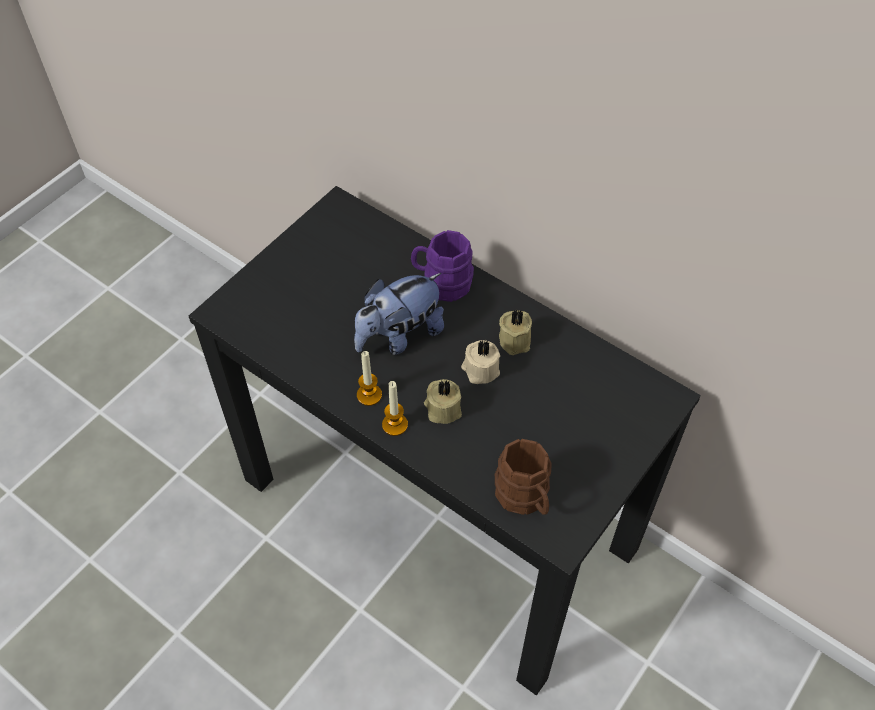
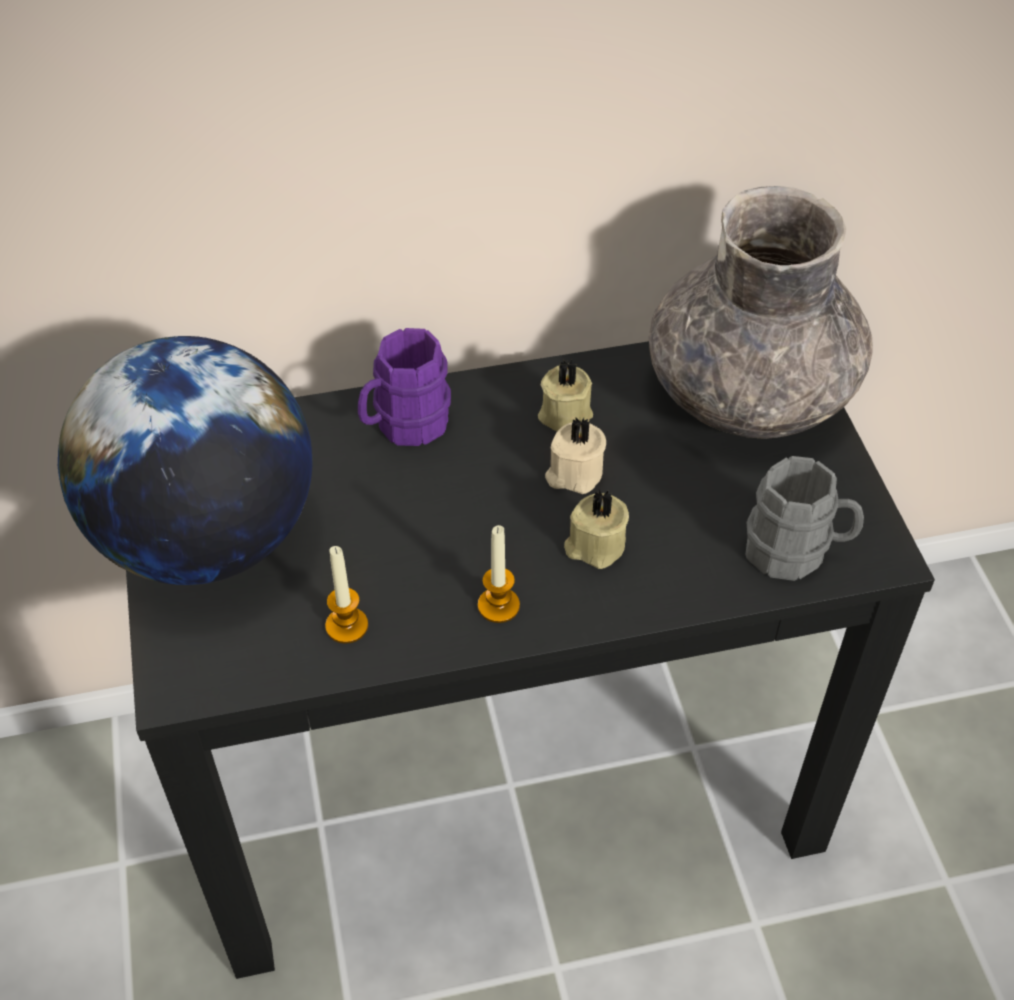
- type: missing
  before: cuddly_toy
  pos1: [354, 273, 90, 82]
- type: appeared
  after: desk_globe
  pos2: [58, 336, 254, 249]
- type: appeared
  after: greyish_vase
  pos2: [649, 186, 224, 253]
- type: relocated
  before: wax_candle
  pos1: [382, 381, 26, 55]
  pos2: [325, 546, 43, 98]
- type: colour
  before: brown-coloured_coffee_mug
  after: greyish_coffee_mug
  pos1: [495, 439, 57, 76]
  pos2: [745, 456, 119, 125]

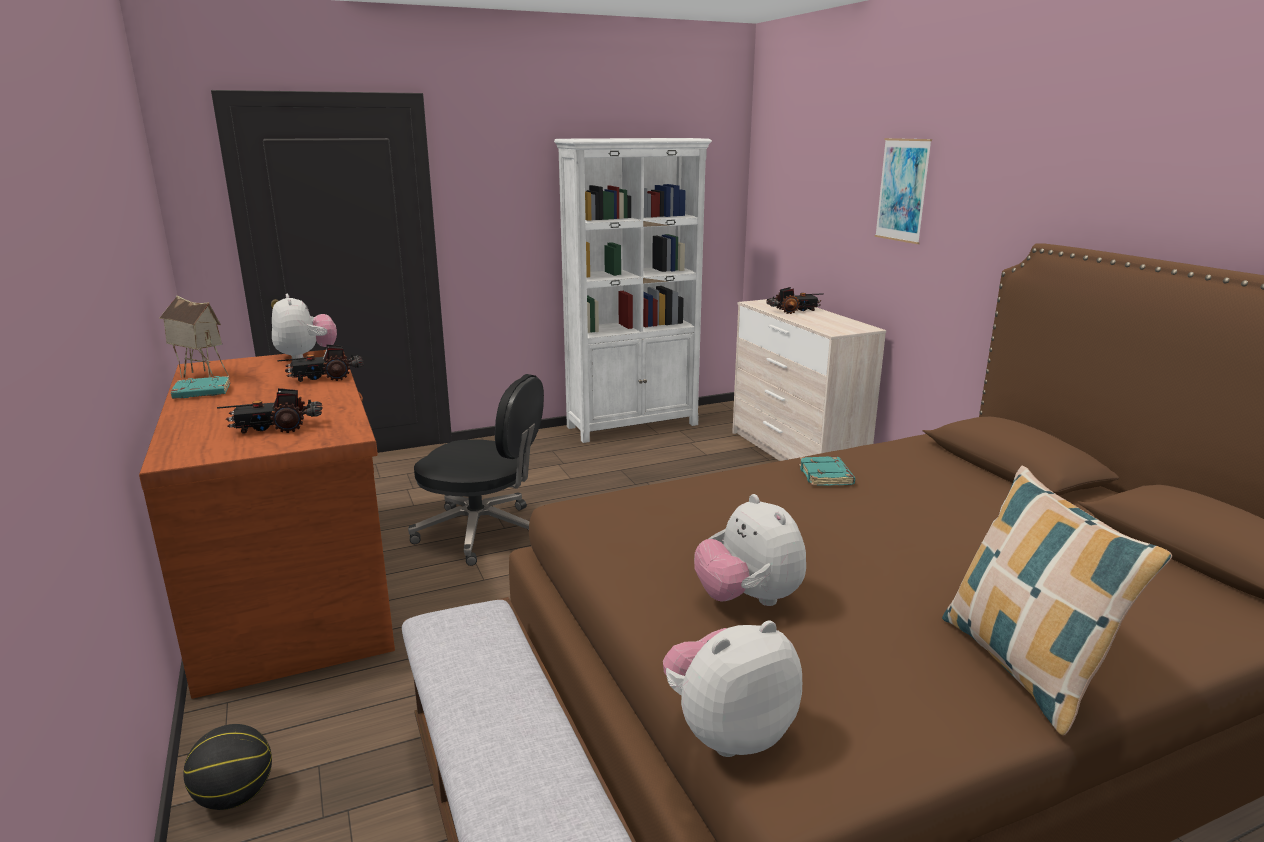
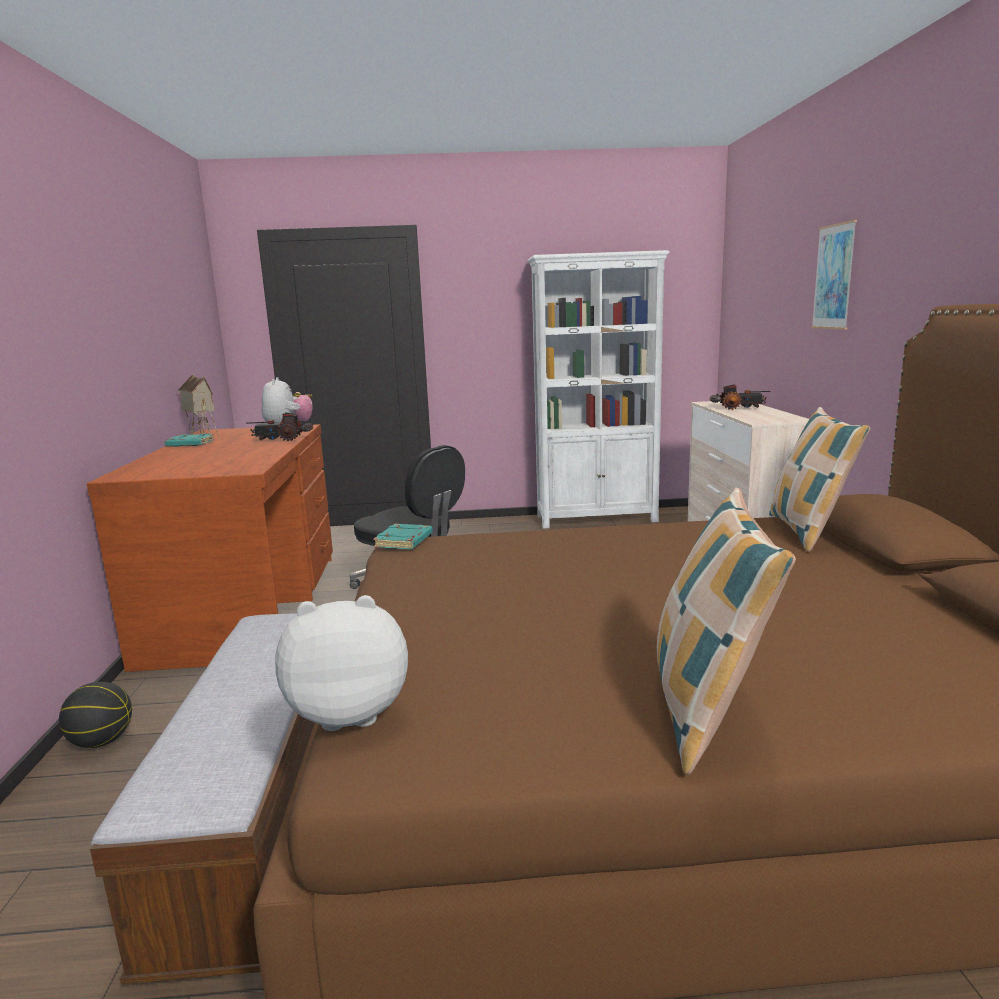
- type: missing
  before: model_truck
  pos1: [217, 388, 105, 46]
- type: missing
  before: cuddly_toy
  pos1: [694, 494, 112, 112]
- type: appeared
  after: pillow
  pos2: [769, 407, 102, 145]
- type: relocated
  before: turquoise-coloured_book
  pos1: [799, 457, 56, 29]
  pos2: [373, 524, 60, 25]

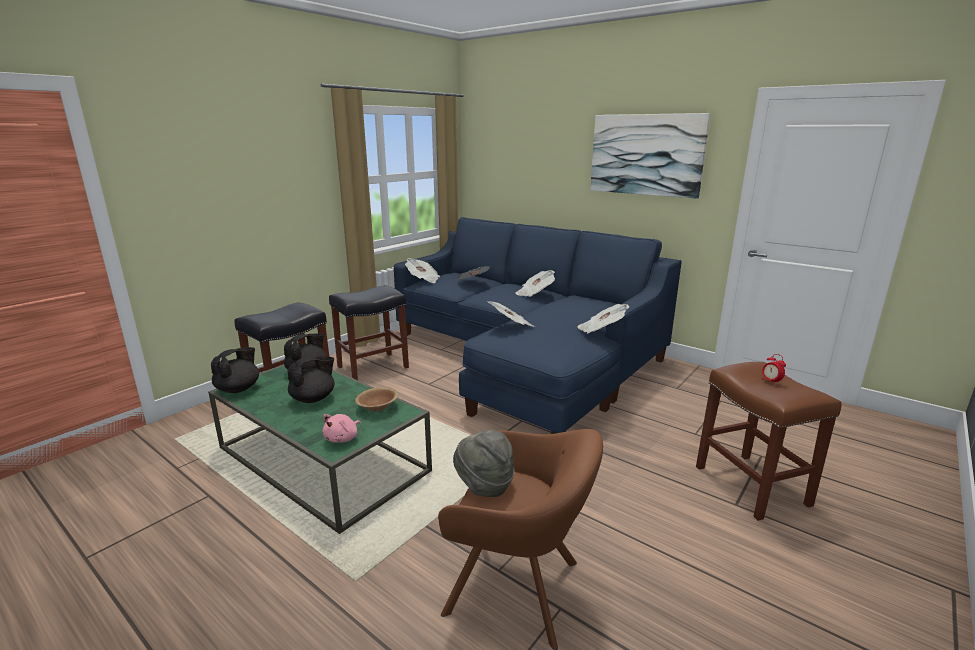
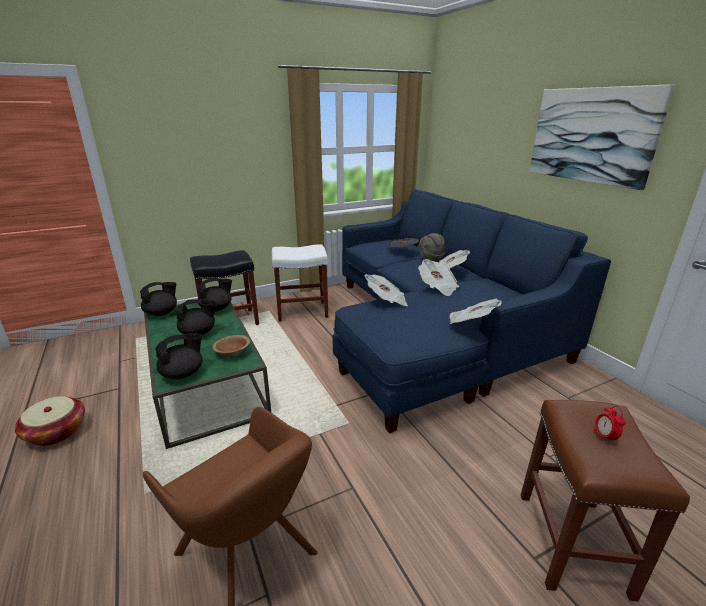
- type: appeared
  after: basket
  pos2: [15, 396, 70, 50]
- type: relocated
  before: daily_paper
  pos1: [405, 258, 35, 25]
  pos2: [418, 259, 41, 37]
- type: relocated
  before: greyish_wearable_hat
  pos1: [453, 430, 62, 67]
  pos2: [418, 233, 27, 29]
- type: exchanged
  before: pink-coloured_cuddly_toy
  after: black-coloured_teapot
  pos1: [323, 414, 38, 29]
  pos2: [155, 333, 48, 46]
- type: colour
  before: black-coloured_stool_seat
  after: white_stool_seat
  pos1: [329, 285, 80, 95]
  pos2: [272, 244, 56, 78]

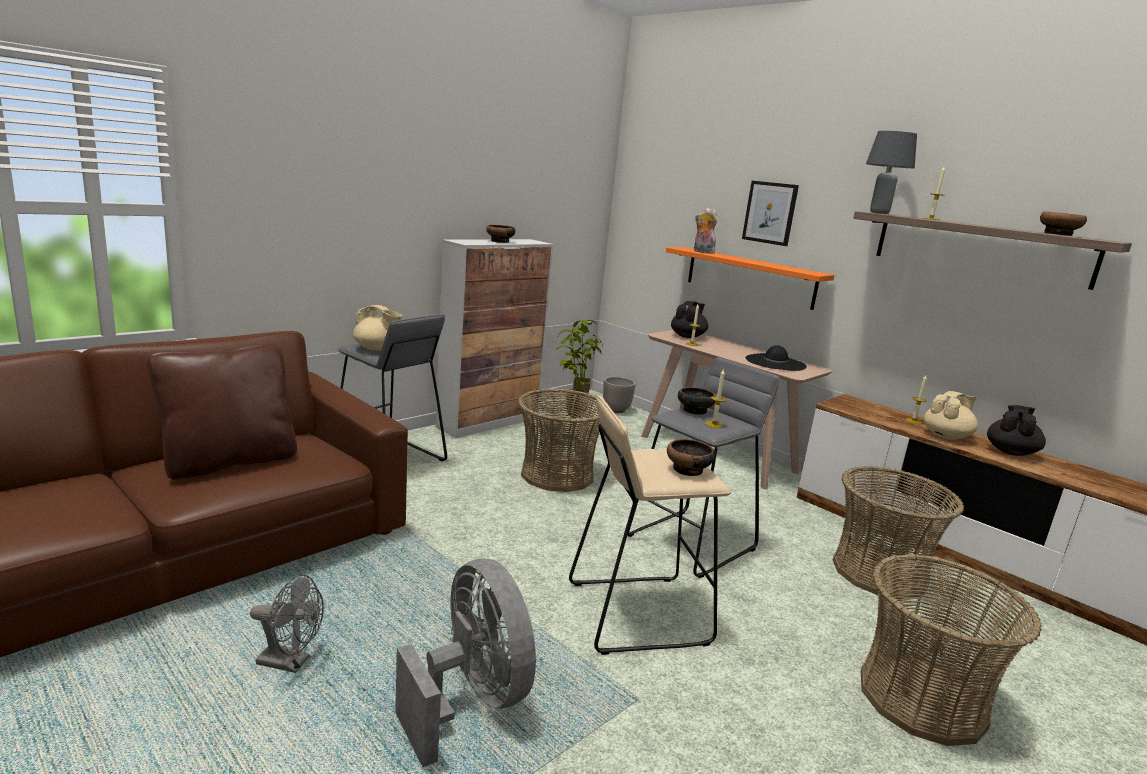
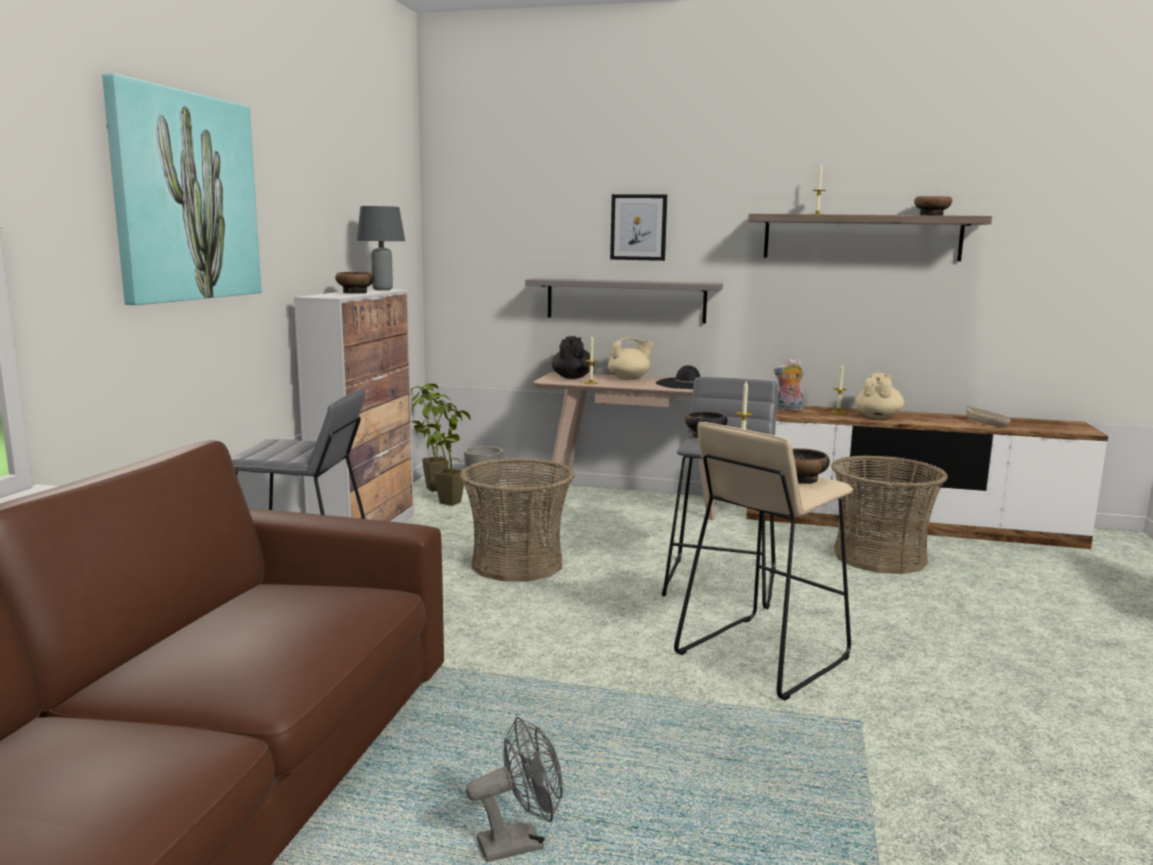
- type: missing
  before: brown-coloured_pillow
  pos1: [147, 344, 150, 136]
- type: missing
  before: greyish_cooling_fan
  pos1: [395, 559, 141, 208]
- type: missing
  before: basket
  pos1: [861, 554, 181, 192]
- type: missing
  before: black-coloured_teapot
  pos1: [987, 405, 59, 51]
- type: appeared
  after: picture
  pos2: [102, 74, 159, 231]
- type: appeared
  after: beige_serving_bowl
  pos2: [966, 406, 45, 21]
- type: relocated
  before: beige_teapot
  pos1: [353, 305, 49, 46]
  pos2: [608, 337, 47, 43]
- type: relocated
  before: cuddly_toy
  pos1: [694, 208, 23, 46]
  pos2: [774, 358, 30, 53]
- type: relocated
  before: greyish_tabletop_lamp
  pos1: [866, 131, 51, 83]
  pos2: [356, 206, 49, 84]
- type: colour
  before: orange_bracket_shelf
  after: greyish_bracket_shelf
  pos1: [666, 247, 169, 63]
  pos2: [525, 278, 198, 45]

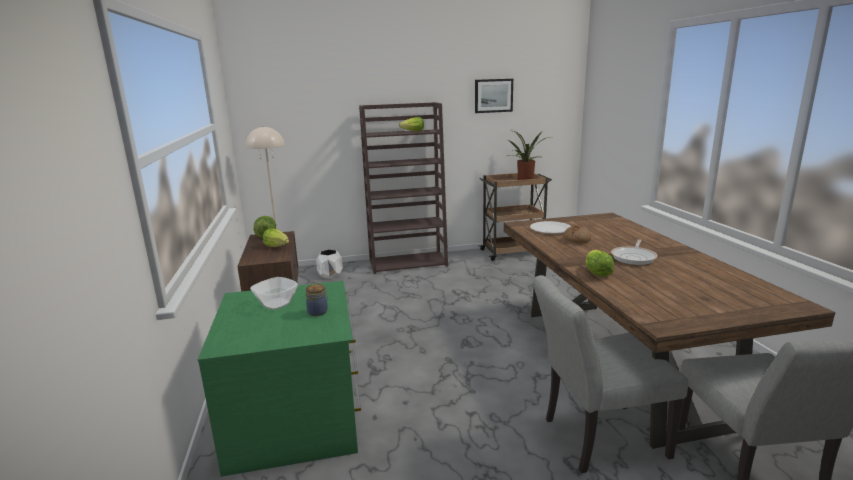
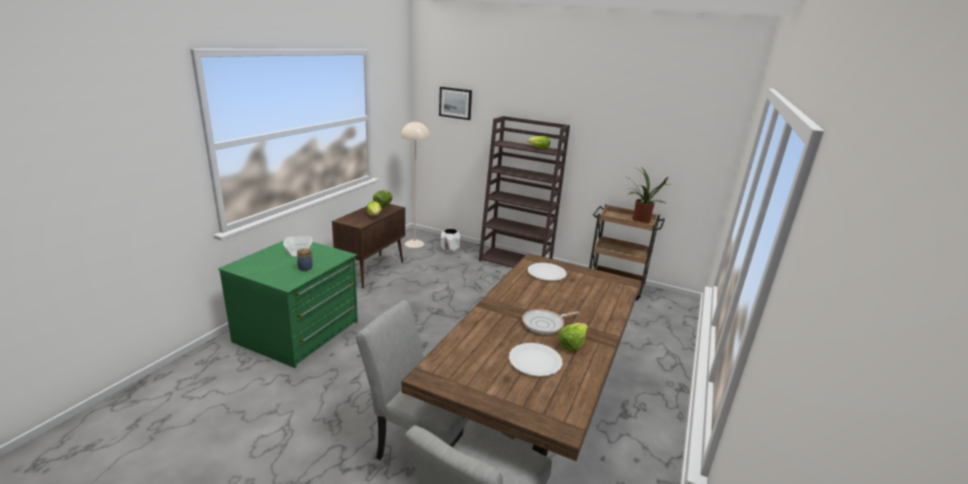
- type: missing
  before: baked_bread
  pos1: [563, 225, 28, 19]
- type: appeared
  after: white_dinner_plate
  pos2: [509, 343, 53, 34]
- type: relocated
  before: picture
  pos1: [475, 79, 38, 34]
  pos2: [439, 87, 33, 33]
- type: relocated
  before: lettuce_head
  pos1: [586, 250, 28, 27]
  pos2: [558, 323, 30, 28]

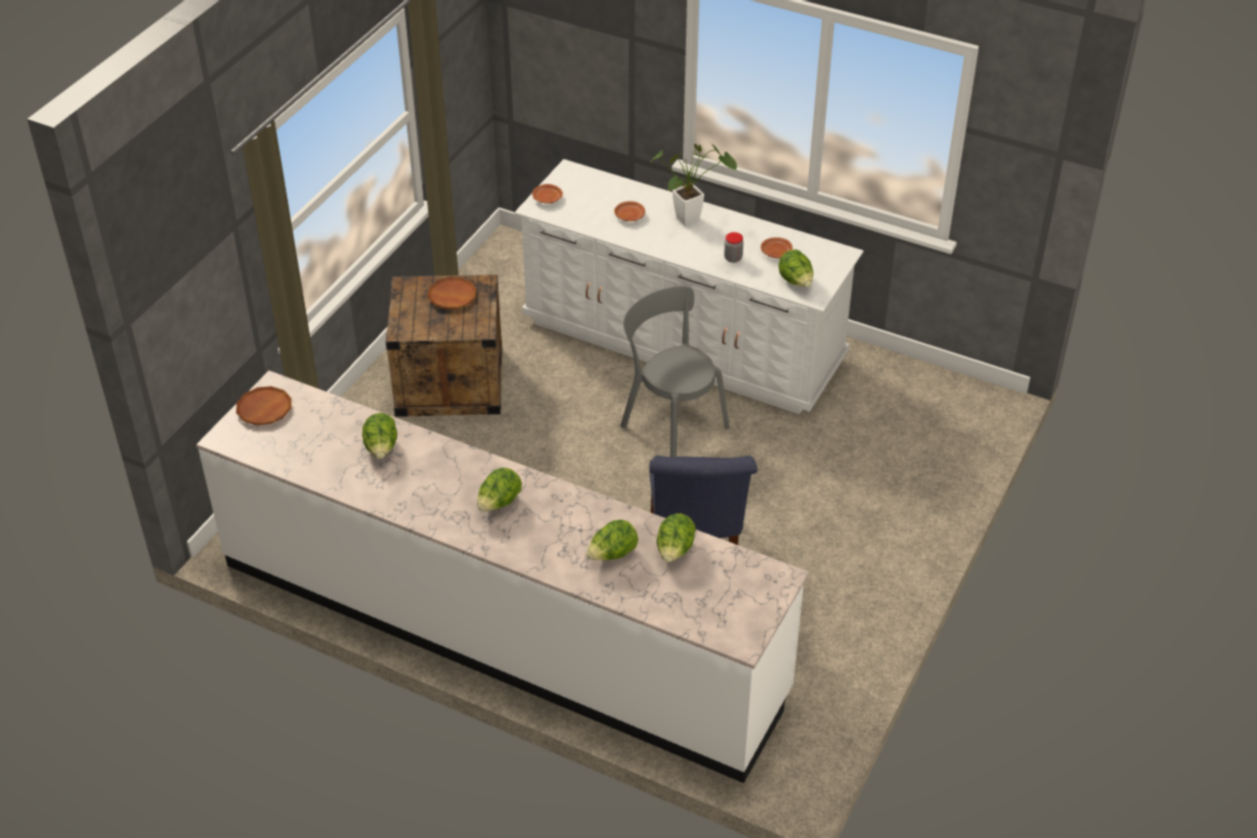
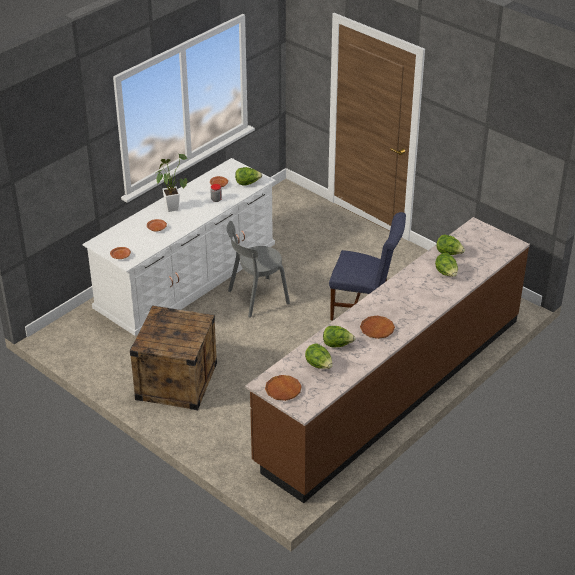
- type: relocated
  before: brown-coloured_dinner_plate
  pos1: [427, 277, 50, 32]
  pos2: [360, 316, 35, 23]
- type: relocated
  before: lettuce_head
  pos1: [477, 468, 45, 43]
  pos2: [305, 343, 28, 26]
- type: colour
  before: white_kitchen_counter
  after: brown-coloured_kitchen_counter
  pos1: [196, 370, 613, 413]
  pos2: [246, 217, 284, 286]

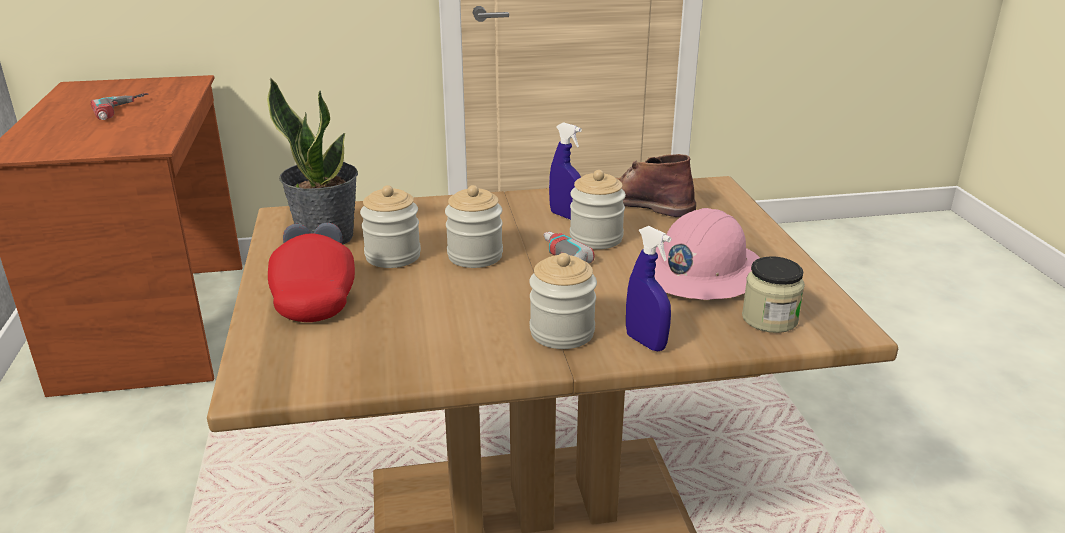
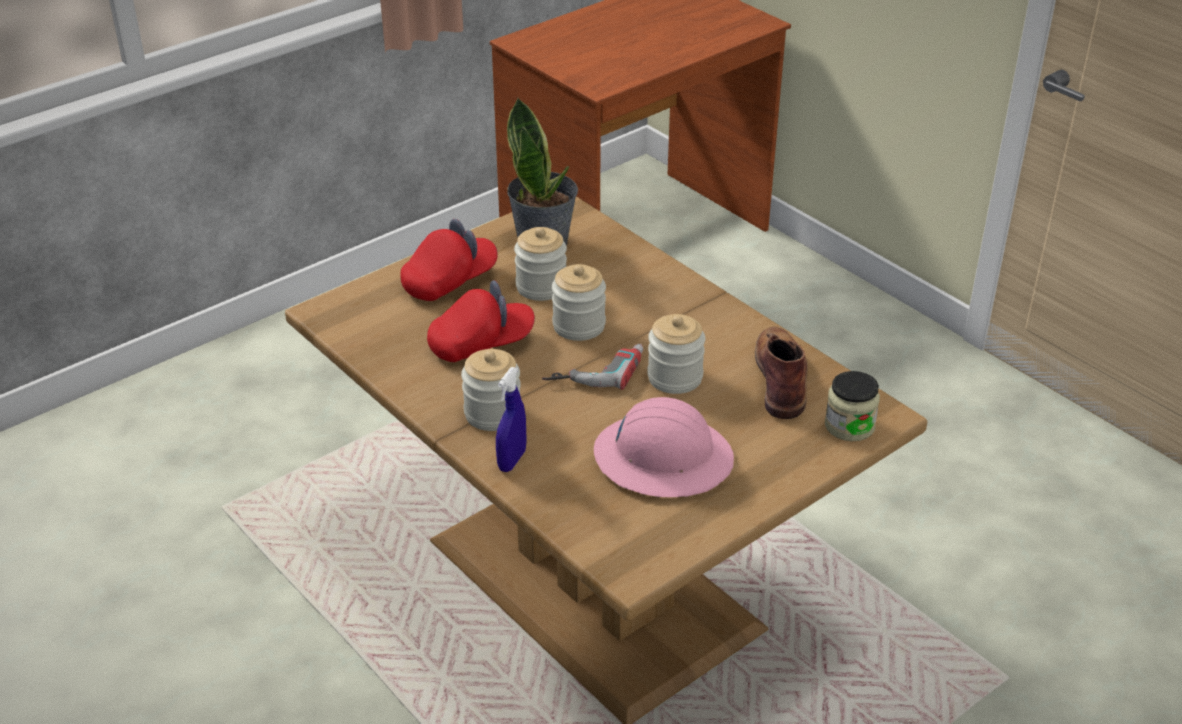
- type: missing
  before: drill
  pos1: [91, 93, 57, 27]
- type: missing
  before: blue-coloured_sprayer
  pos1: [549, 122, 33, 98]
- type: appeared
  after: red_baseball_cap
  pos2: [427, 280, 108, 82]
- type: relocated
  before: jar
  pos1: [742, 256, 63, 77]
  pos2: [825, 371, 55, 70]

